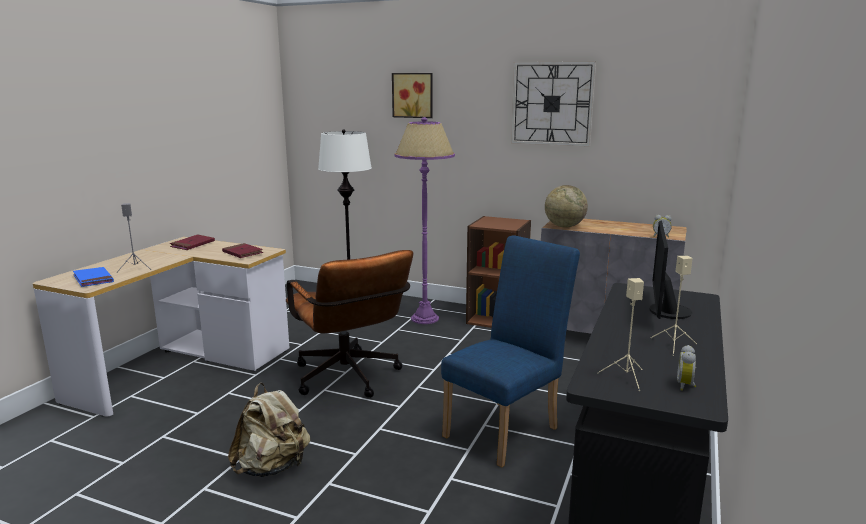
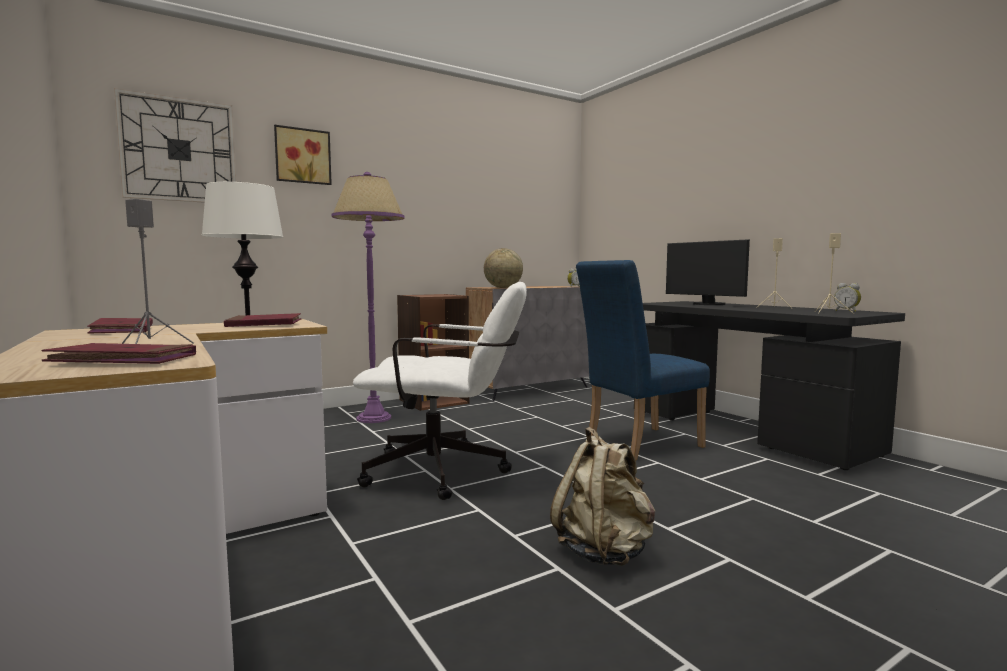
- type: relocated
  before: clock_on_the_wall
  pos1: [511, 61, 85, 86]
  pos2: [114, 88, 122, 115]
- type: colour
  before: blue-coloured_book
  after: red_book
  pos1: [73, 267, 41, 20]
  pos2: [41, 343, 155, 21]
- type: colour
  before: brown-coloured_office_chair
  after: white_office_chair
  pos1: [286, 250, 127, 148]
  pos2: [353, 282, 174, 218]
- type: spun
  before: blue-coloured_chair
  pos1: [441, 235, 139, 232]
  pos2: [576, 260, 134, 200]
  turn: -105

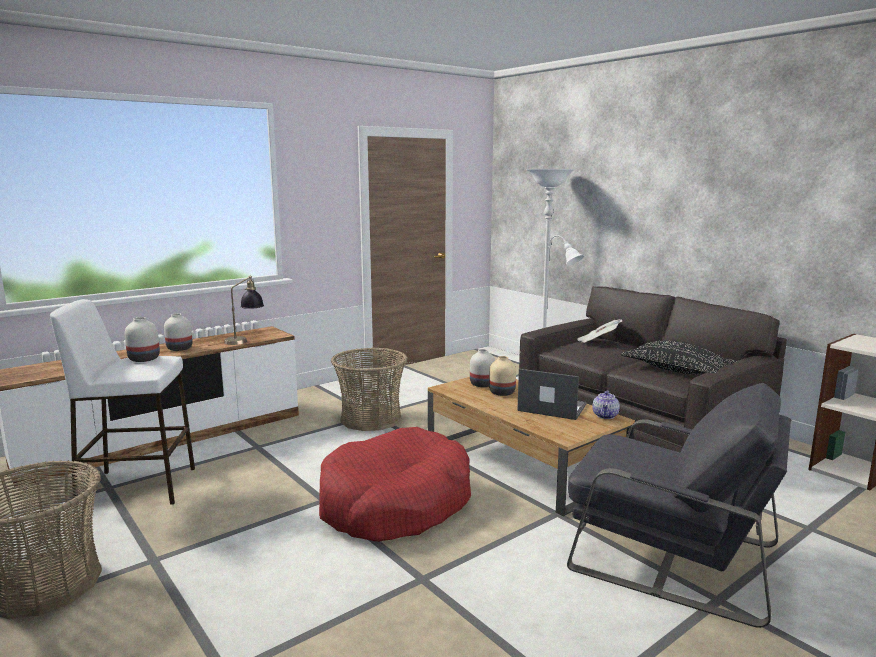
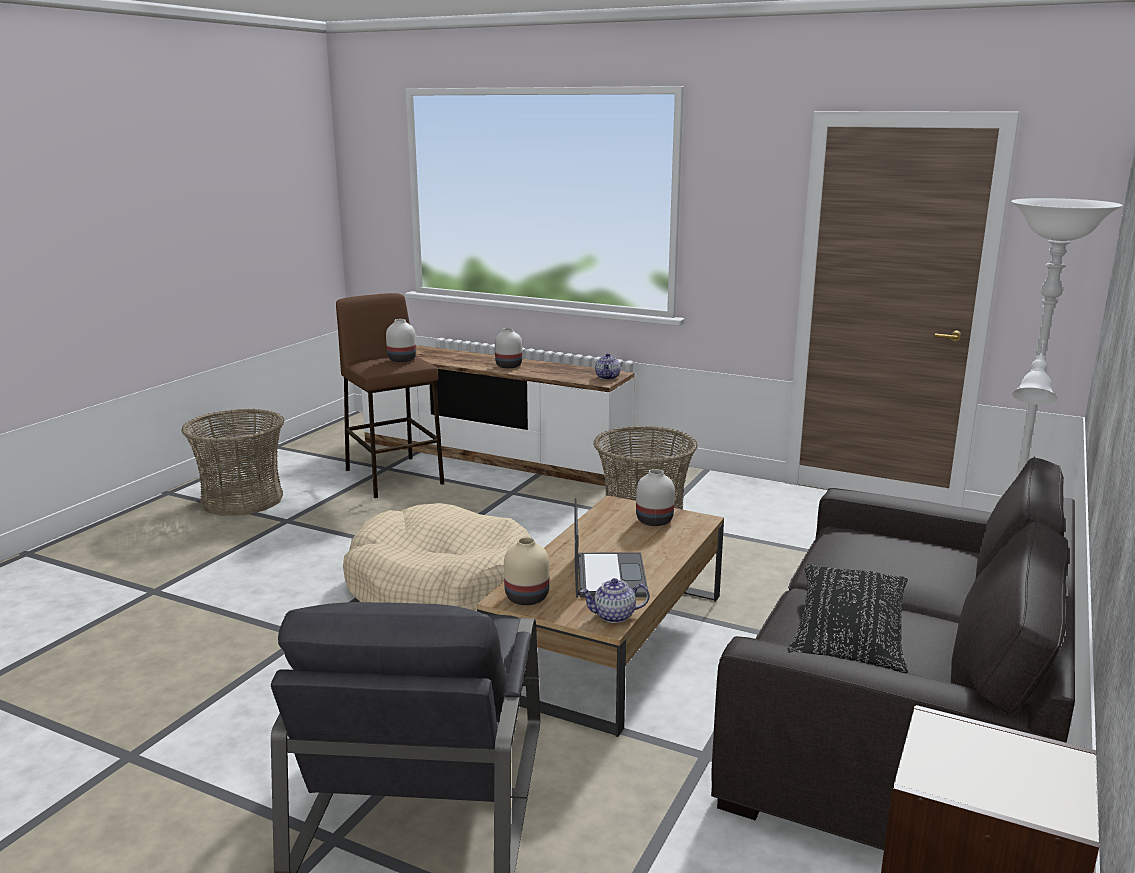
- type: missing
  before: tabletop_lamp
  pos1: [224, 275, 40, 70]
- type: missing
  before: daily_paper
  pos1: [577, 319, 45, 24]
- type: appeared
  after: teapot
  pos2: [595, 353, 26, 27]
- type: relocated
  before: beige_vase
  pos1: [489, 356, 27, 40]
  pos2: [504, 537, 45, 68]
- type: colour
  before: white_stool_seat
  after: brown-coloured_stool_seat
  pos1: [50, 299, 145, 206]
  pos2: [336, 293, 108, 205]
- type: colour
  before: red_dog_cushion
  after: beige_dog_cushion
  pos1: [319, 427, 152, 115]
  pos2: [343, 503, 188, 108]

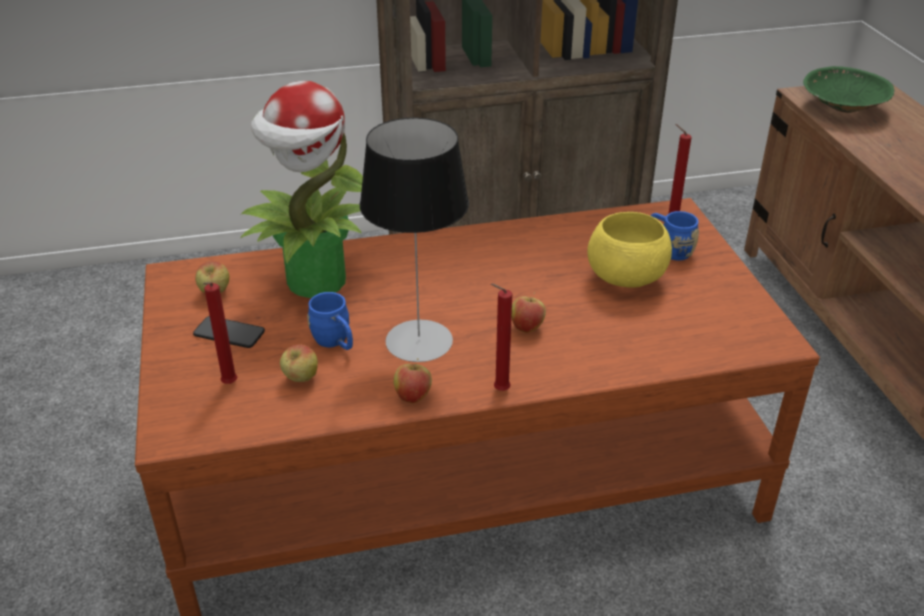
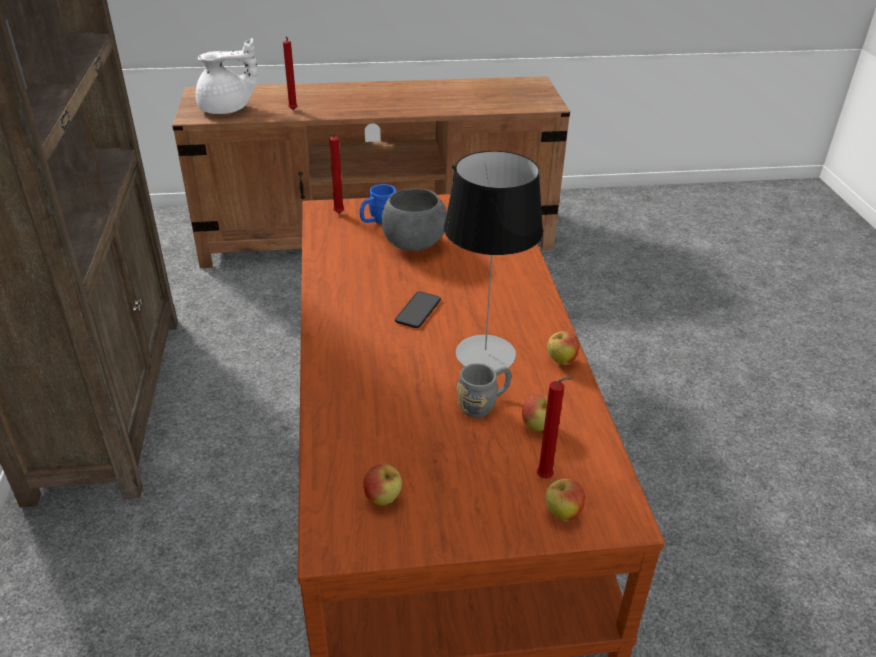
- type: missing
  before: plant_in_a_pot
  pos1: [240, 81, 123, 217]
- type: relocated
  before: phone
  pos1: [193, 316, 72, 32]
  pos2: [395, 292, 46, 36]
- type: relocated
  before: red_wax_candle
  pos1: [491, 284, 21, 107]
  pos2: [283, 36, 14, 74]
- type: relocated
  before: whole_apple
  pos1: [512, 292, 34, 41]
  pos2: [545, 479, 40, 43]
- type: exchanged
  before: green_serving_bowl
  after: white_teapot
  pos1: [803, 66, 92, 47]
  pos2: [196, 38, 61, 76]
- type: colour
  before: blue-coloured_coffee_mug
  after: greyish_coffee_mug
  pos1: [307, 292, 46, 58]
  pos2: [457, 363, 54, 55]
- type: colour
  before: yellow-coloured_serving_bowl
  after: greyish_serving_bowl
  pos1: [587, 212, 85, 76]
  pos2: [381, 189, 66, 62]

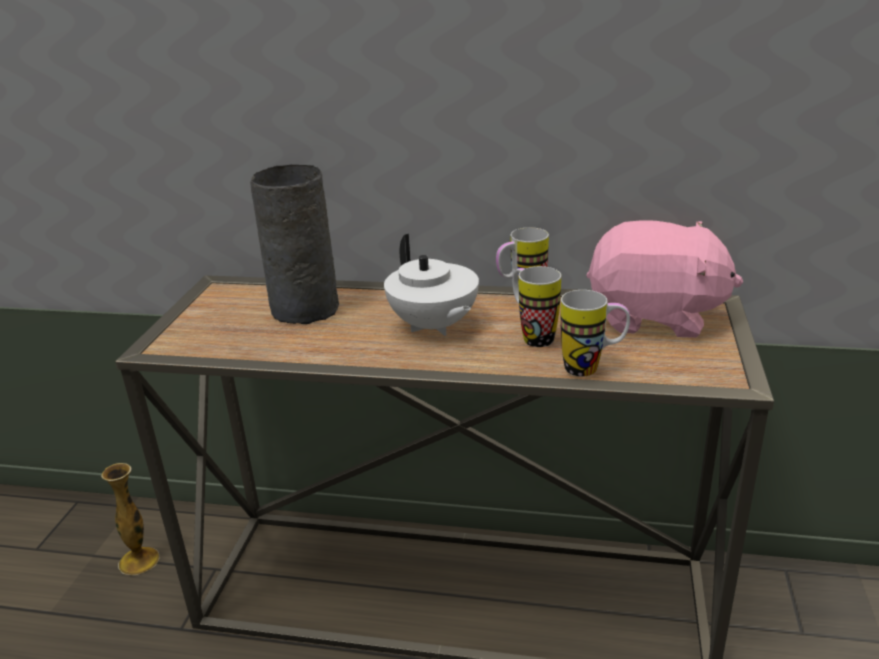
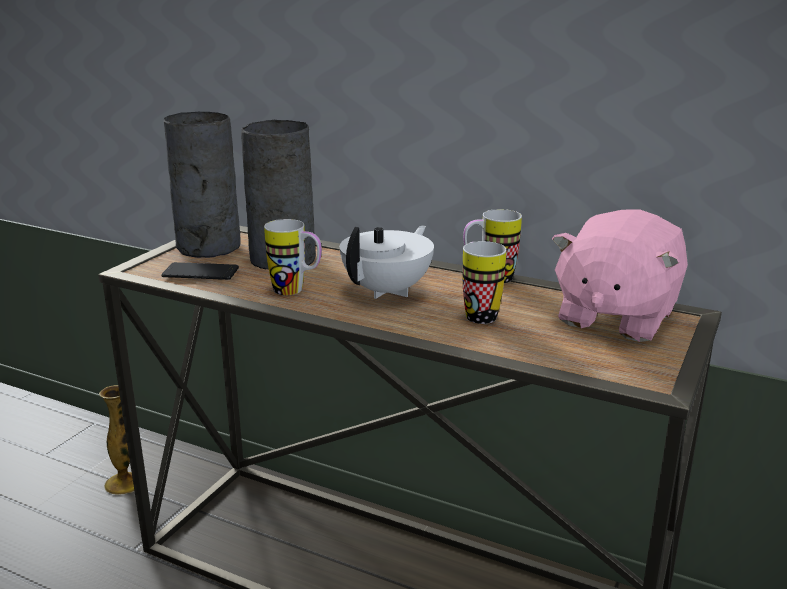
- type: appeared
  after: phone
  pos2: [161, 262, 78, 18]
- type: appeared
  after: greyish_vase
  pos2: [164, 112, 77, 146]
- type: relocated
  before: coffee_mug
  pos1: [561, 290, 69, 87]
  pos2: [264, 219, 58, 76]
- type: spun
  before: white_teapot
  pos1: [384, 234, 95, 102]
  pos2: [340, 225, 94, 74]
  turn: -135
- type: spun
  before: pink-coloured_cuddly_toy
  pos1: [587, 220, 156, 118]
  pos2: [552, 209, 136, 133]
  turn: 90

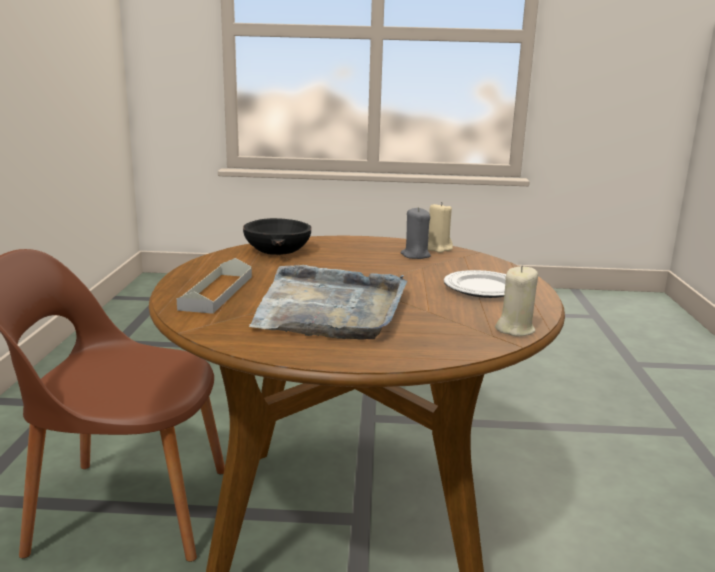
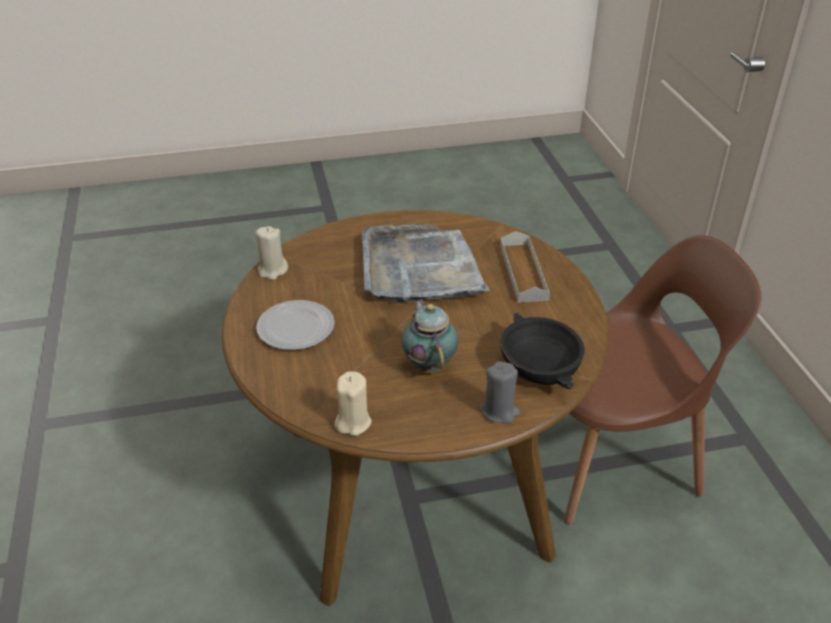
- type: appeared
  after: teapot
  pos2: [401, 299, 57, 74]
- type: relocated
  before: greyish_wax_candle
  pos1: [400, 207, 31, 52]
  pos2: [480, 361, 40, 63]

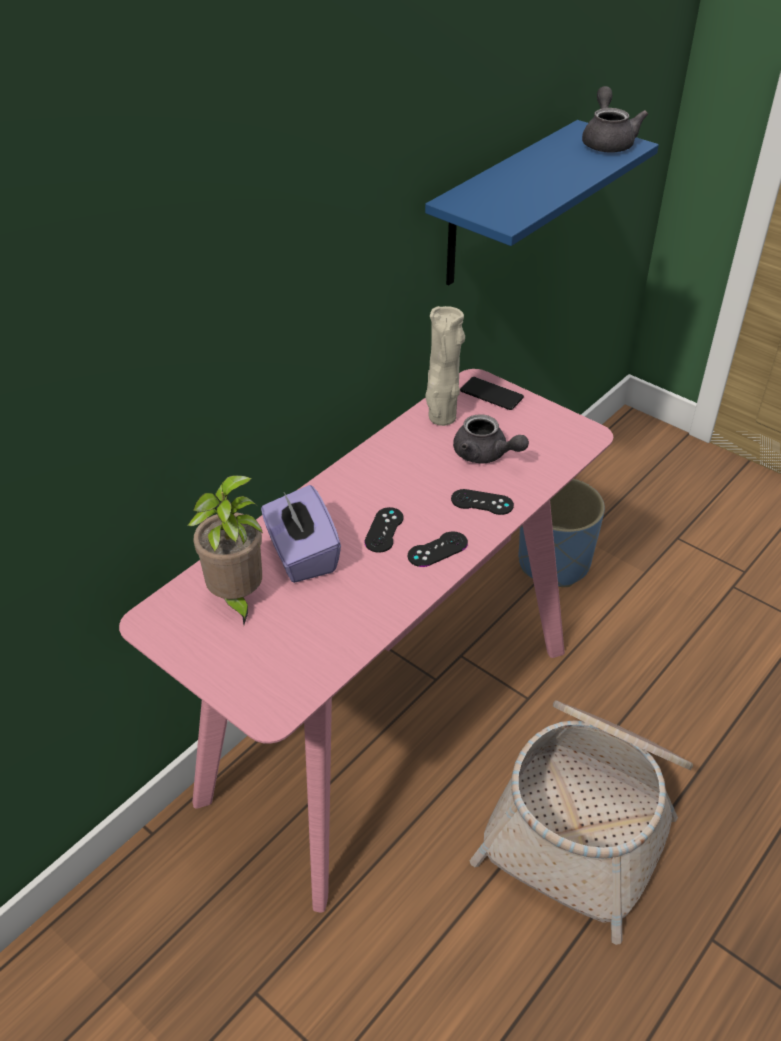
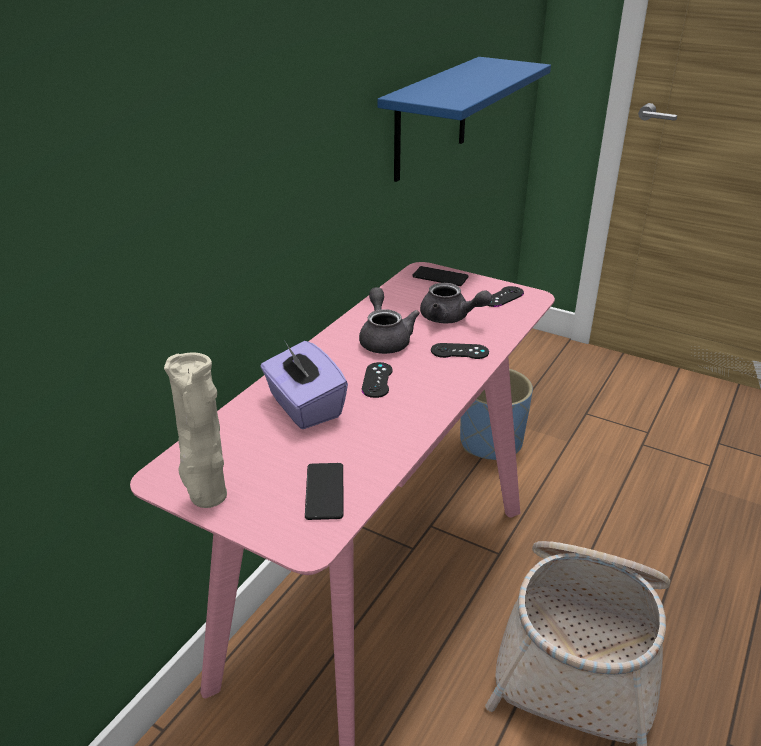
- type: missing
  before: plant_in_a_pot
  pos1: [188, 475, 75, 150]
- type: appeared
  after: phone
  pos2: [305, 463, 38, 57]
- type: relocated
  before: black-coloured_joypad
  pos1: [408, 531, 60, 36]
  pos2: [487, 286, 37, 21]
- type: relocated
  before: beige_vase
  pos1: [425, 306, 40, 120]
  pos2: [164, 353, 63, 155]
- type: relocated
  before: greyish_teapot
  pos1: [582, 86, 66, 67]
  pos2: [359, 287, 61, 67]

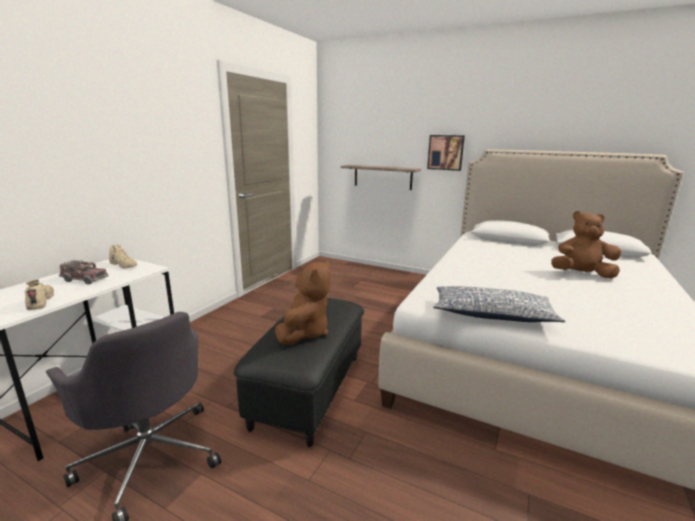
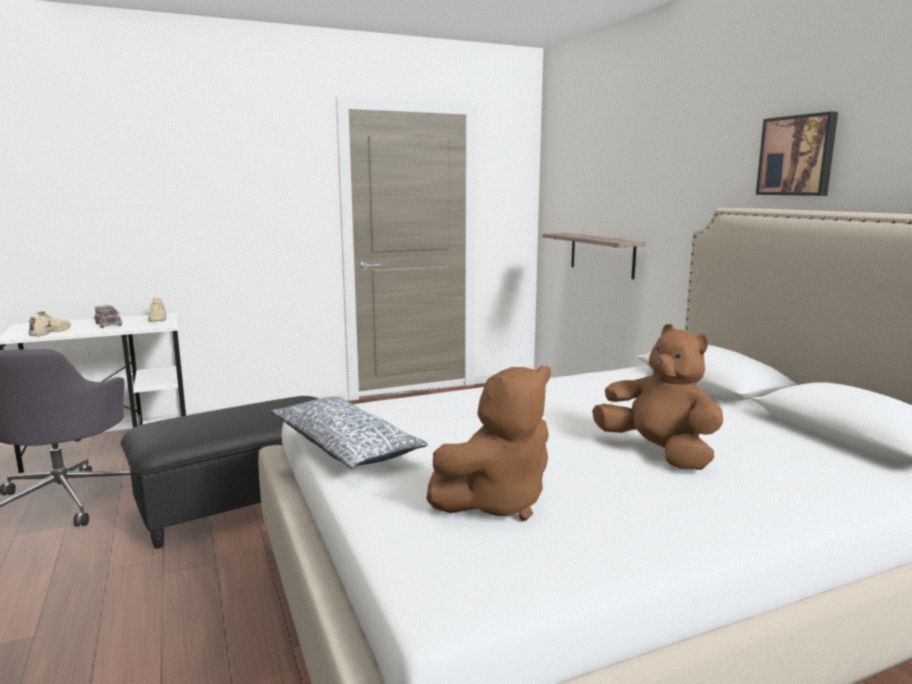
- type: relocated
  before: brown-coloured_cuddly_toy
  pos1: [275, 260, 56, 85]
  pos2: [426, 366, 125, 155]
- type: relocated
  before: picture
  pos1: [427, 135, 38, 36]
  pos2: [756, 111, 82, 85]

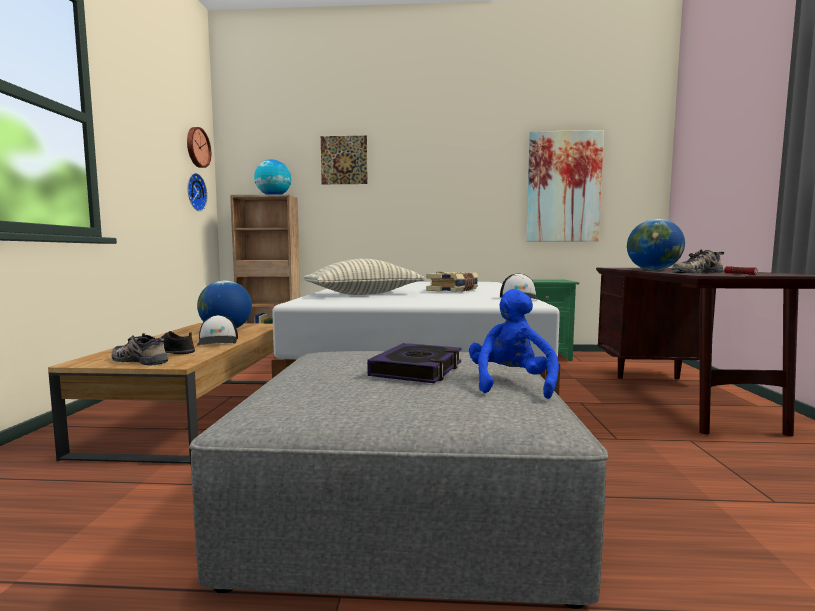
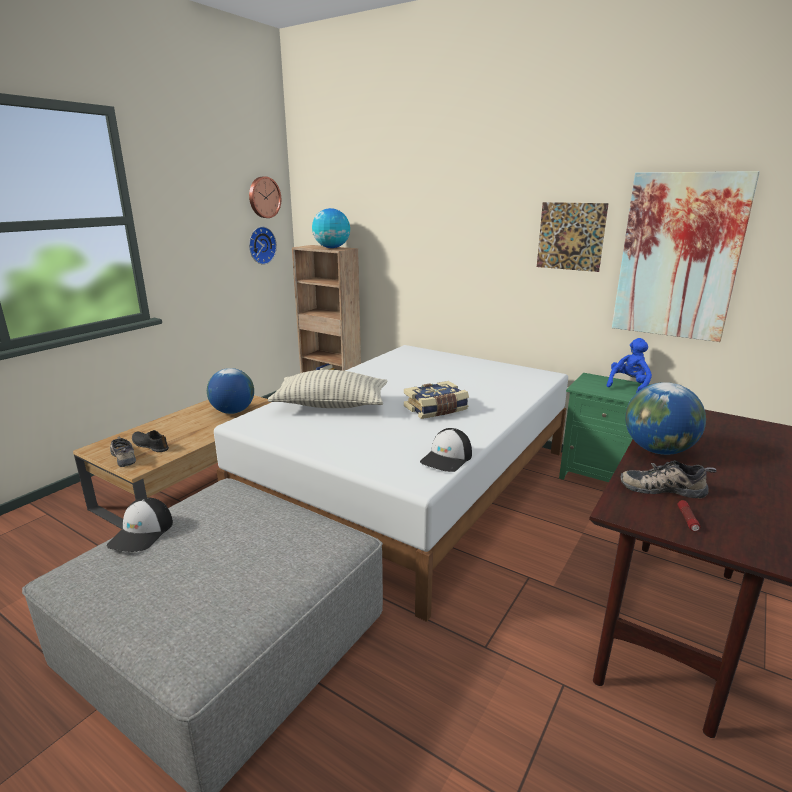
- type: missing
  before: book
  pos1: [367, 343, 95, 40]
- type: relocated
  before: baseball_cap
  pos1: [197, 315, 41, 30]
  pos2: [107, 497, 66, 55]
- type: relocated
  before: picture
  pos1: [321, 136, 46, 48]
  pos2: [537, 202, 72, 70]
- type: relocated
  before: blue-coloured_cuddly_toy
  pos1: [469, 289, 90, 110]
  pos2: [606, 338, 46, 55]

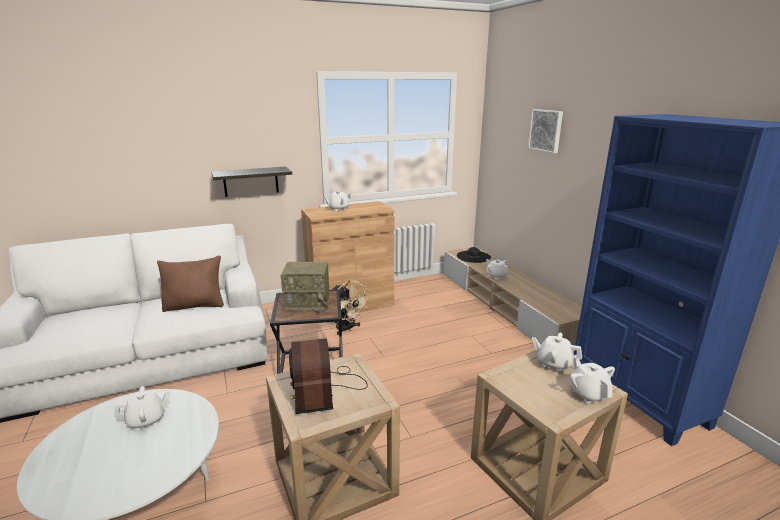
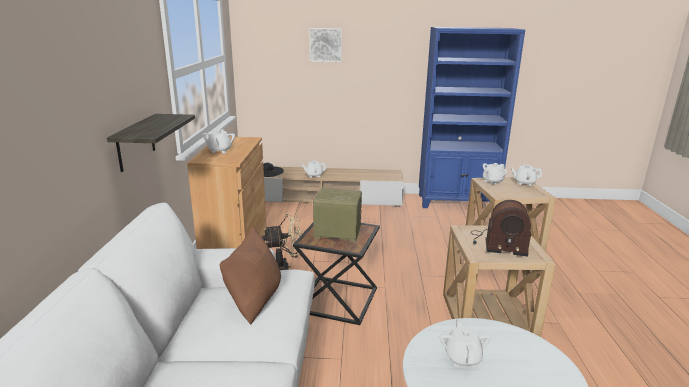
- type: spun
  before: radio
  pos1: [281, 261, 49, 51]
  pos2: [313, 188, 49, 54]
  turn: -105

